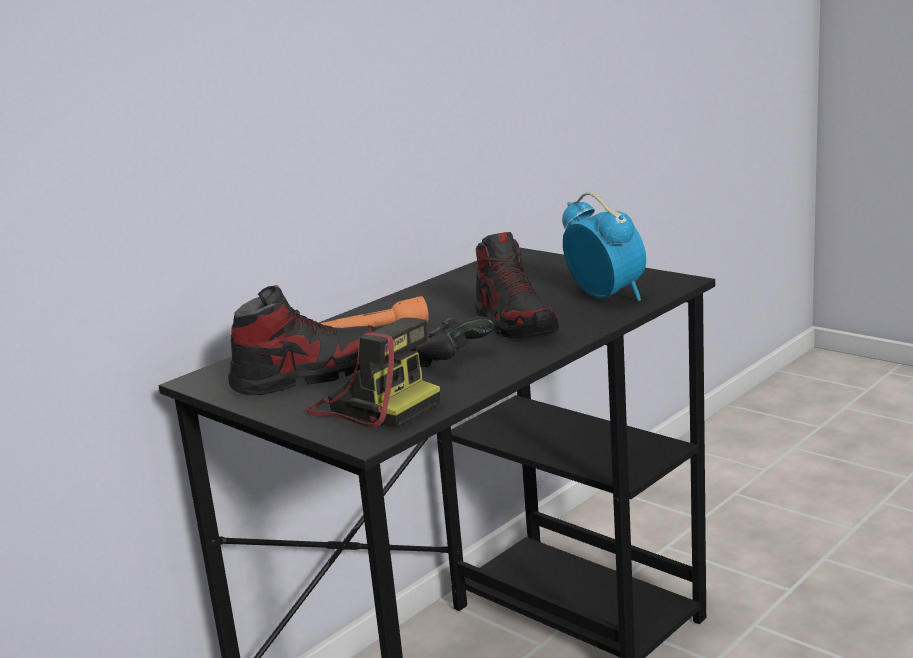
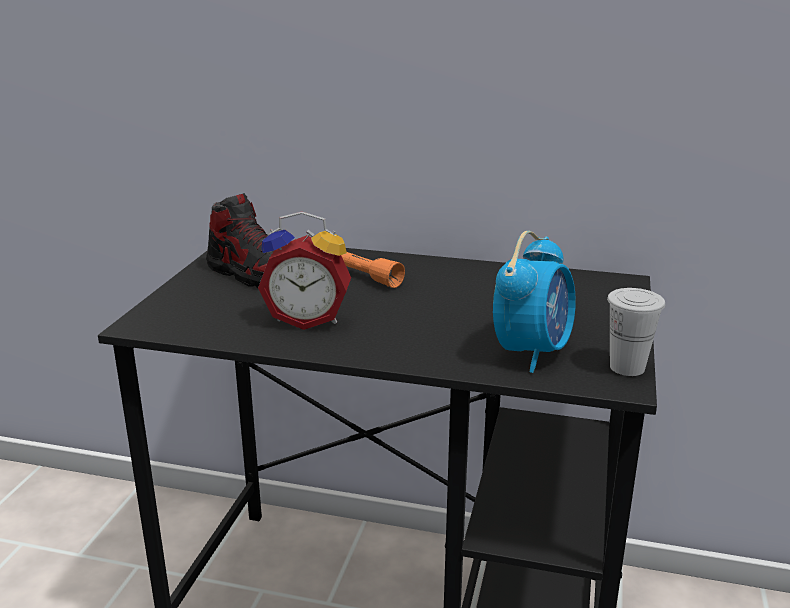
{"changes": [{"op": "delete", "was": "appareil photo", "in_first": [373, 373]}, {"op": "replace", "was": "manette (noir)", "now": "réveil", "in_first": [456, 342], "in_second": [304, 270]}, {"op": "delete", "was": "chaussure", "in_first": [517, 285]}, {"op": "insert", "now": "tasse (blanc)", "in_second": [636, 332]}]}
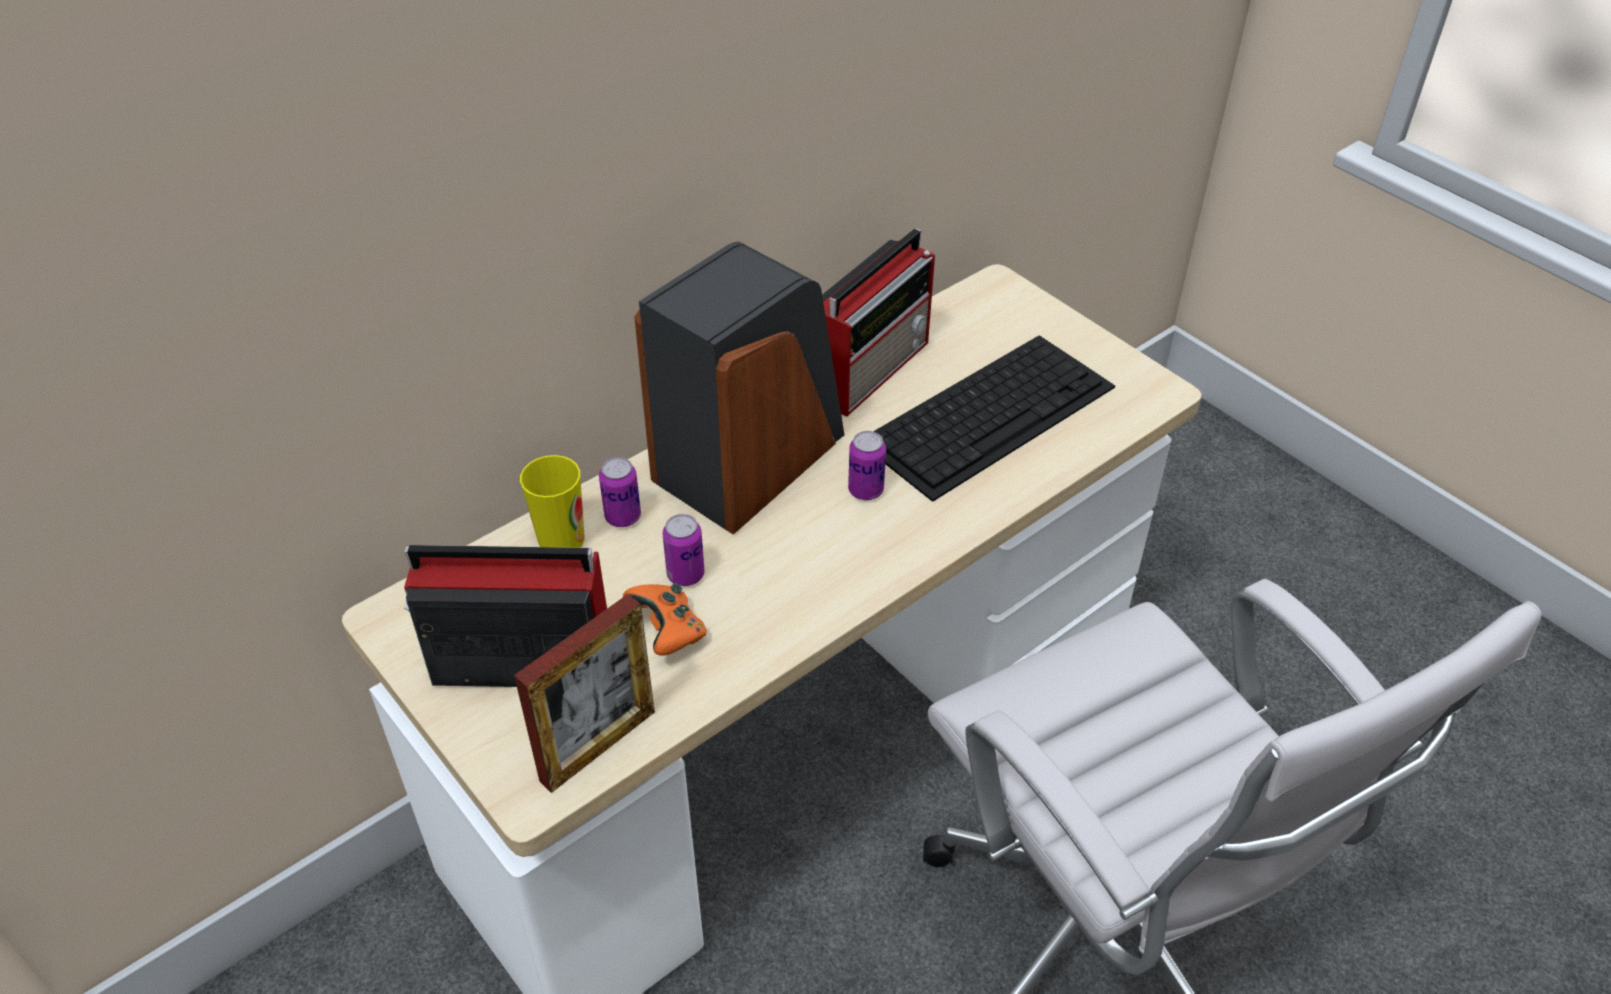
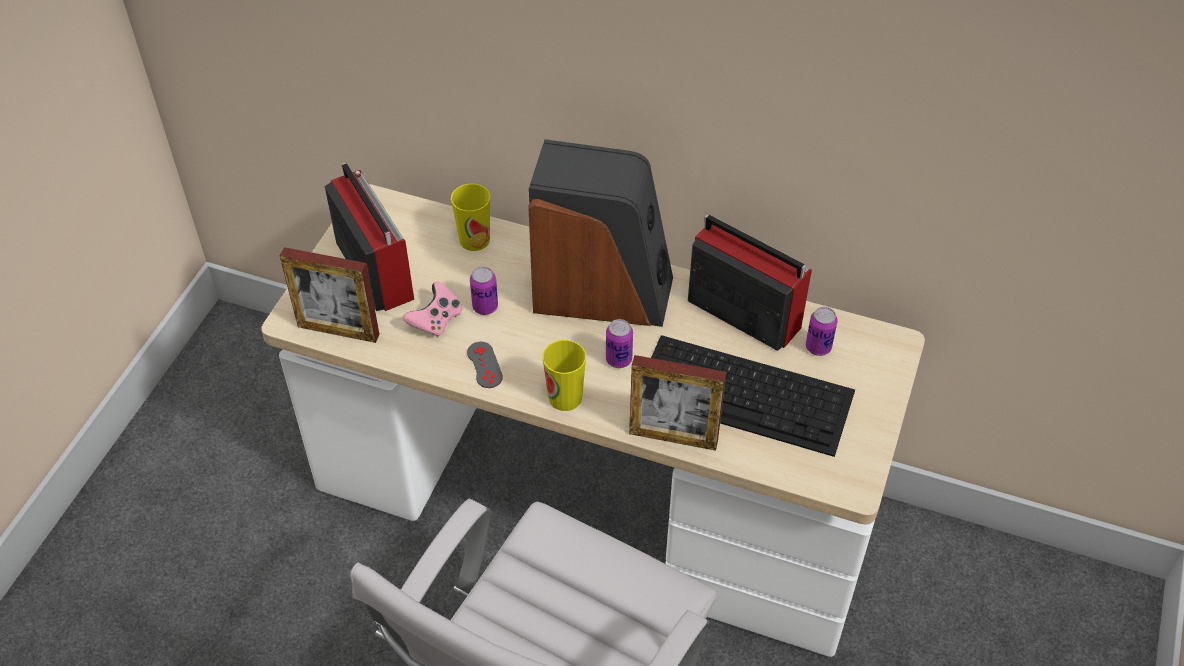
{"changes": [{"op": "move", "was": "boîte métallique", "in_first": [620, 492], "in_second": [821, 331]}, {"op": "recolor", "was": "manette (orange)", "now": "manette (rose)", "in_first": [664, 619], "in_second": [432, 309]}, {"op": "rotate", "was": "radio", "in_first": [878, 322], "in_second": [750, 282], "clockwise": -150}, {"op": "insert", "now": "manette (gris)", "in_second": [485, 365]}, {"op": "insert", "now": "tasse", "in_second": [564, 375]}, {"op": "insert", "now": "cadre photo", "in_second": [677, 403]}]}
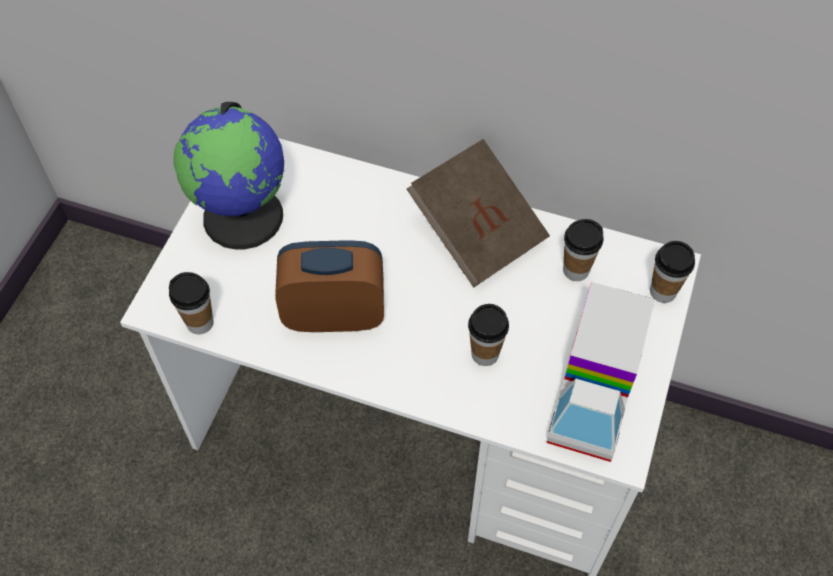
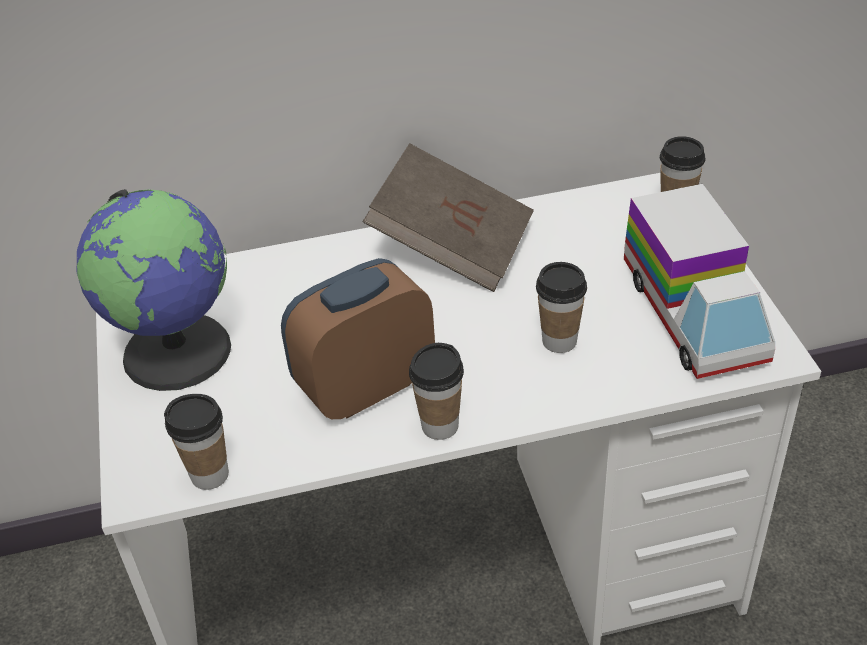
{"changes": [{"op": "move", "was": "tasse", "in_first": [583, 250], "in_second": [436, 391]}]}
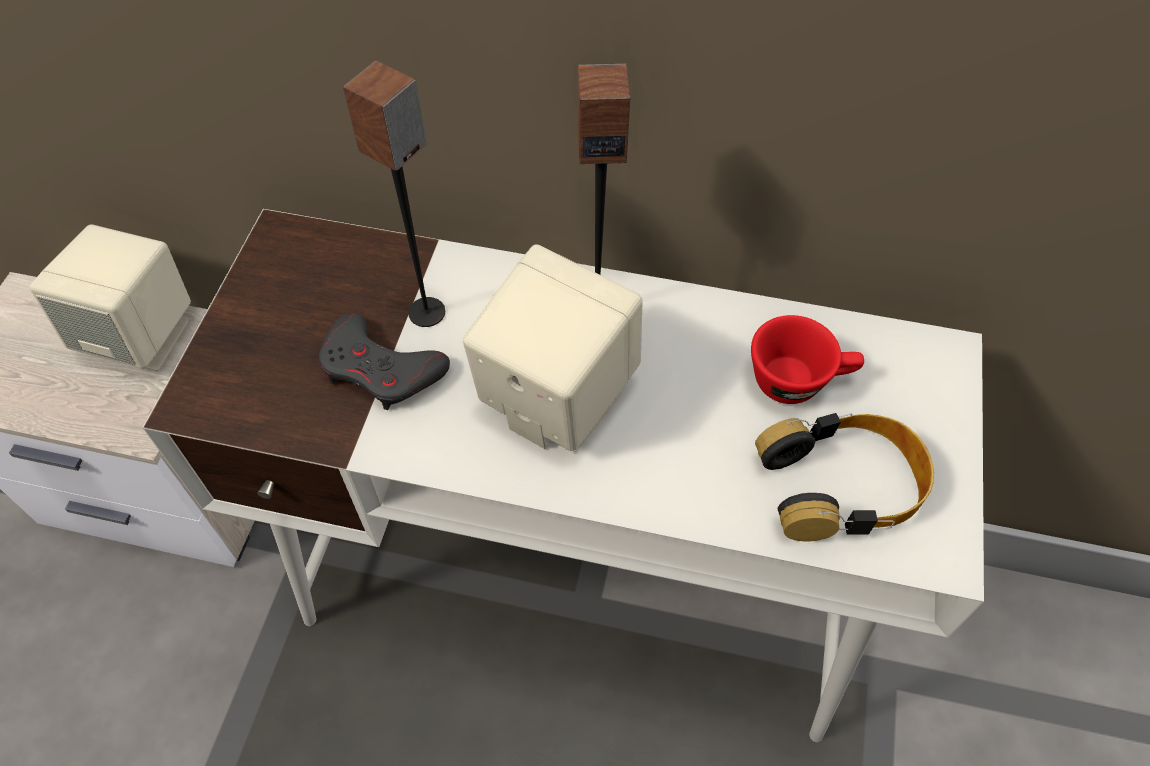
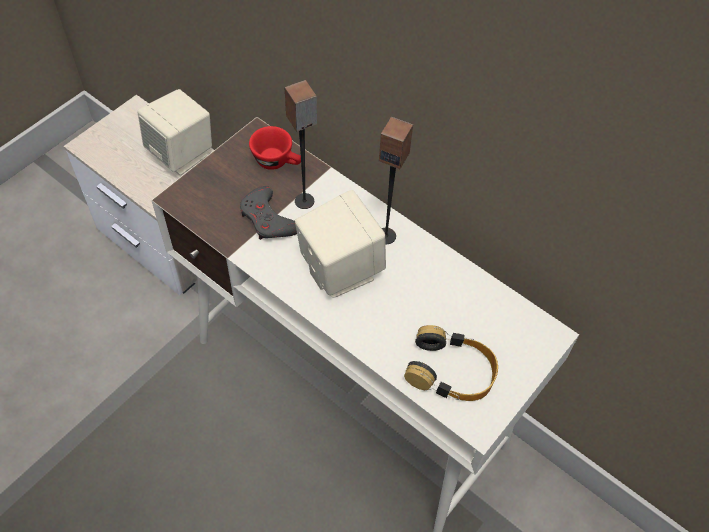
{"changes": [{"op": "move", "was": "tasse (rouge)", "in_first": [807, 359], "in_second": [275, 148]}]}
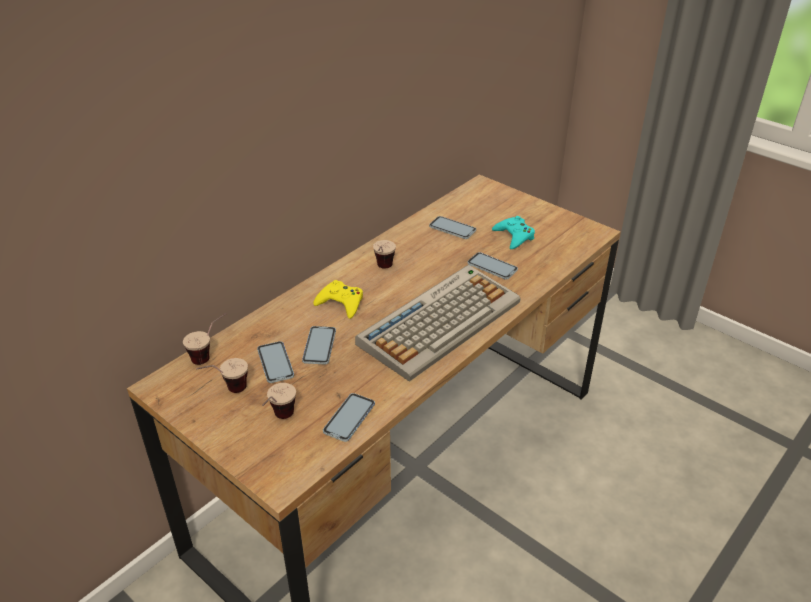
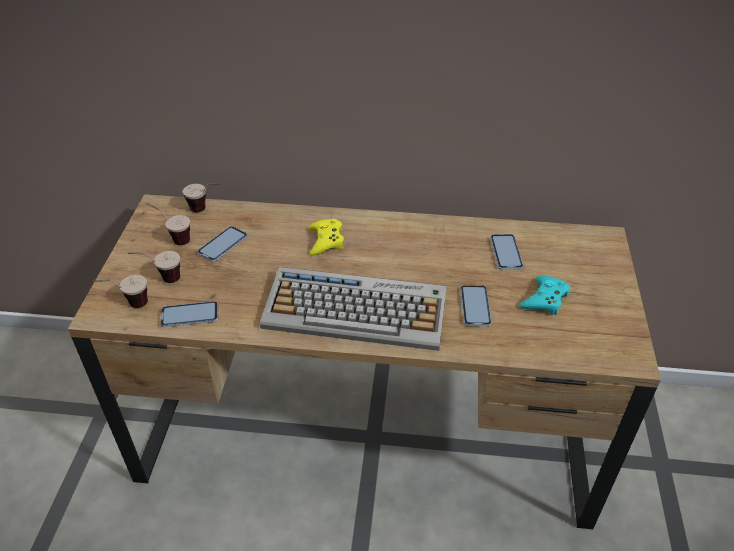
{"changes": [{"op": "delete", "was": "téléphone", "in_first": [319, 345]}, {"op": "move", "was": "tasse", "in_first": [384, 254], "in_second": [120, 291]}]}
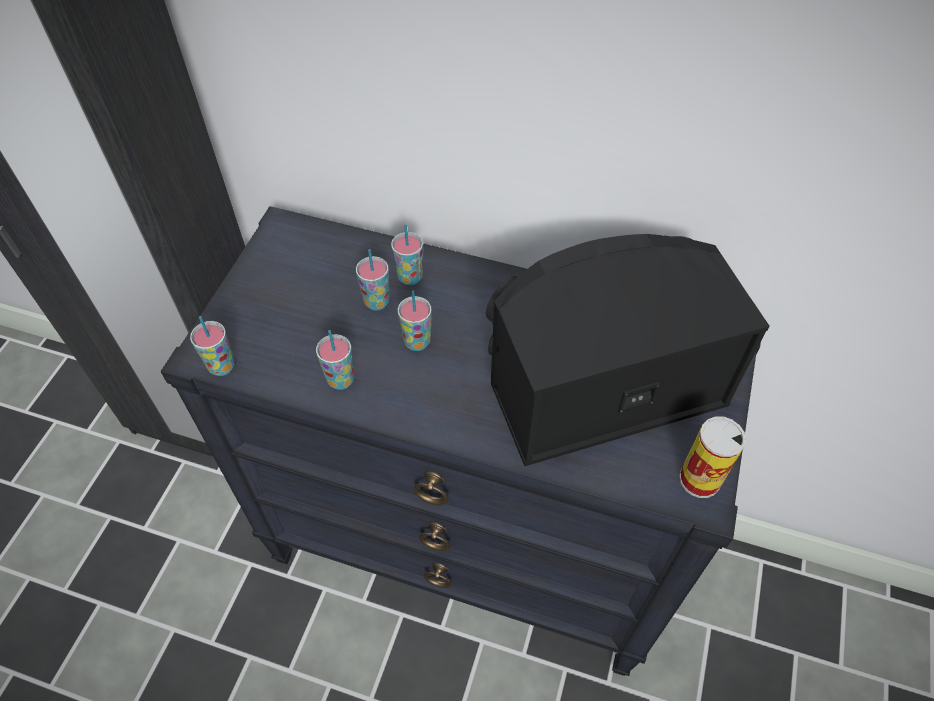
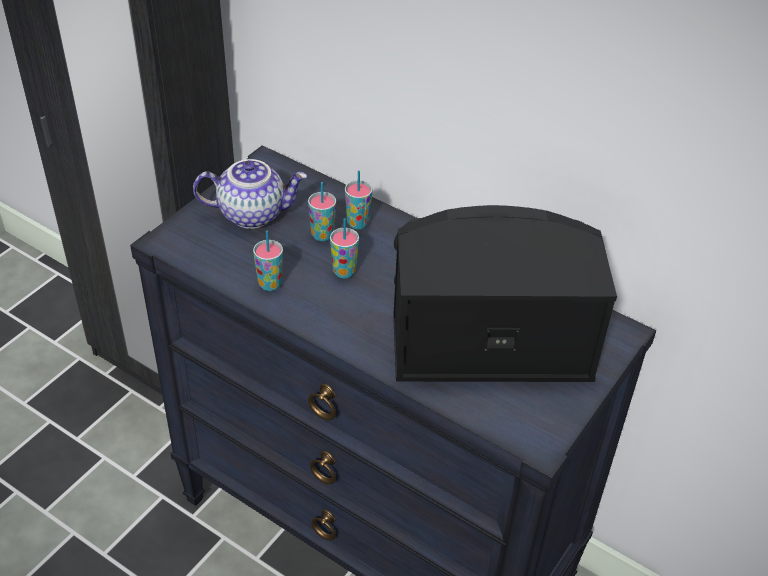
{"changes": [{"op": "delete", "was": "tasse", "in_first": [212, 346]}, {"op": "delete", "was": "boîte métallique", "in_first": [712, 457]}, {"op": "insert", "now": "théière", "in_second": [250, 194]}]}
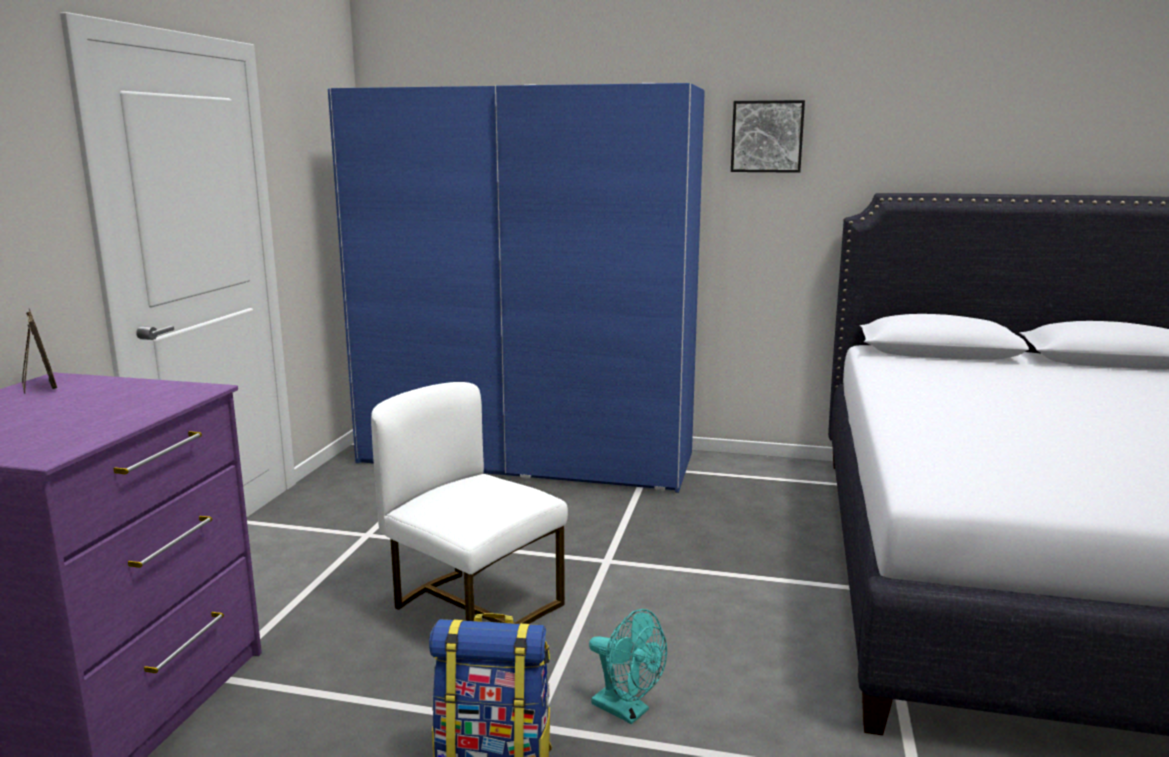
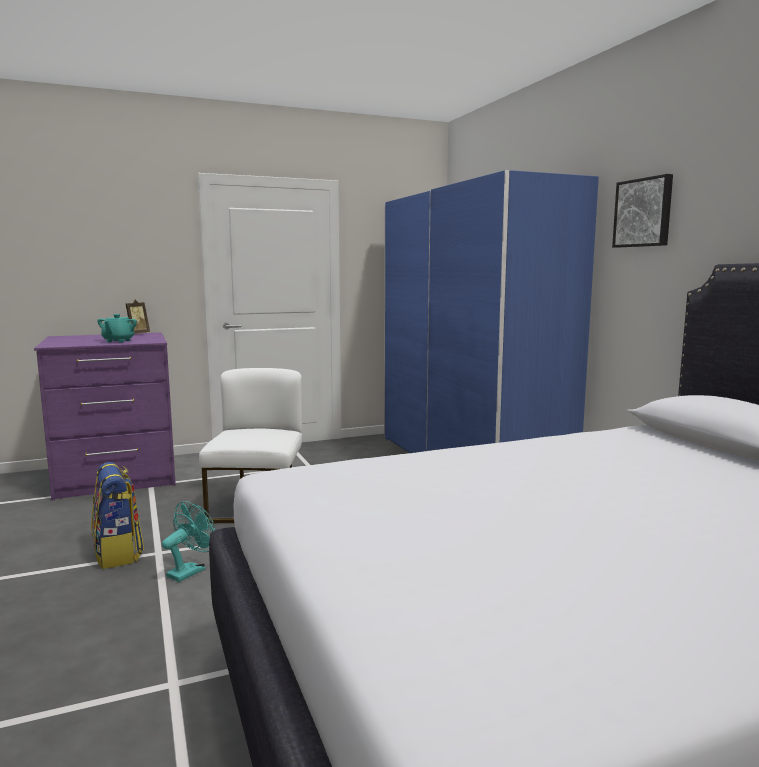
{"changes": [{"op": "rotate", "was": "ventilateur (turquoise)", "in_first": [628, 666], "in_second": [188, 541], "clockwise": -150}, {"op": "insert", "now": "théière (turquoise)", "in_second": [117, 328]}]}
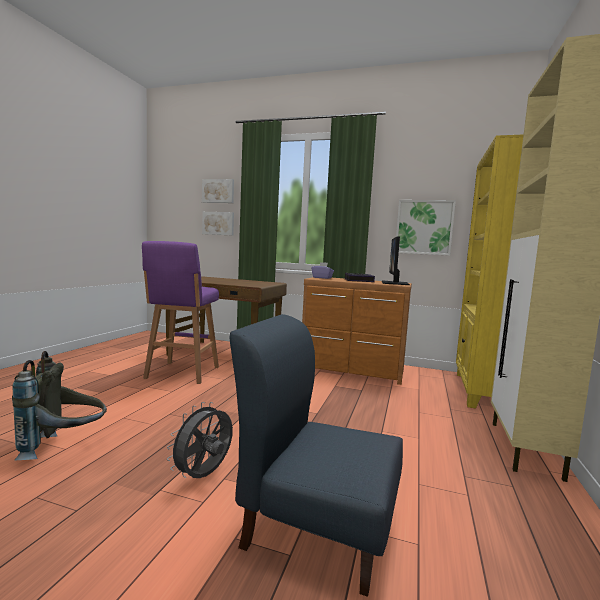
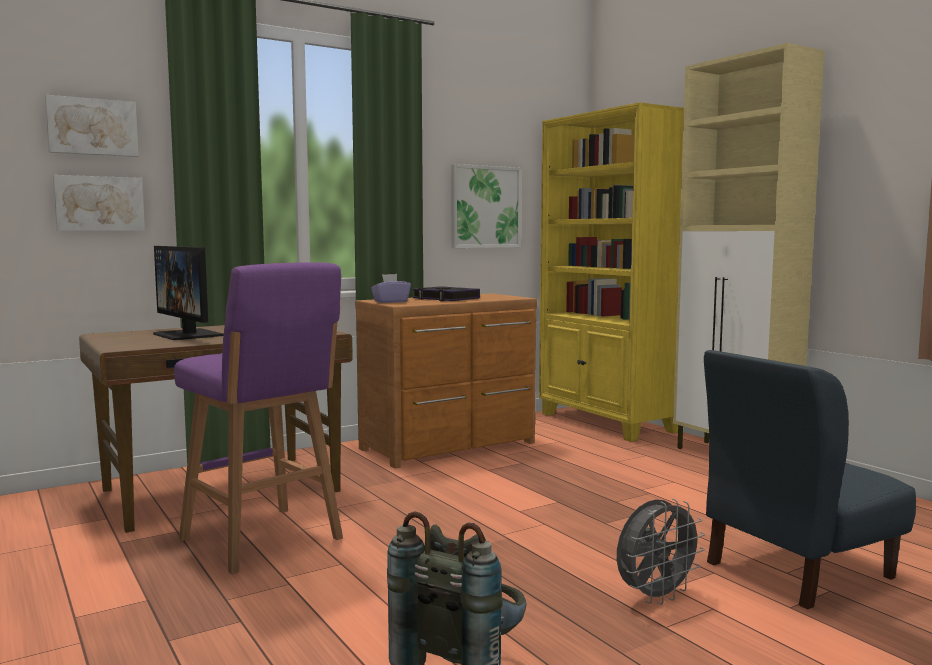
{"changes": [{"op": "rotate", "was": "ventilateur (gris)", "in_first": [200, 440], "in_second": [661, 551], "clockwise": -105}, {"op": "move", "was": "écran d'ordinateur", "in_first": [396, 261], "in_second": [188, 293]}]}
